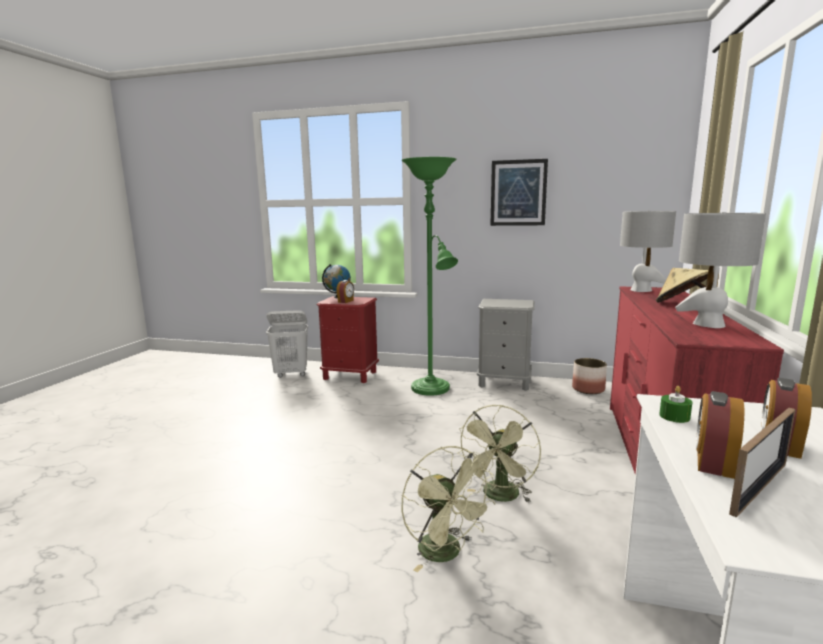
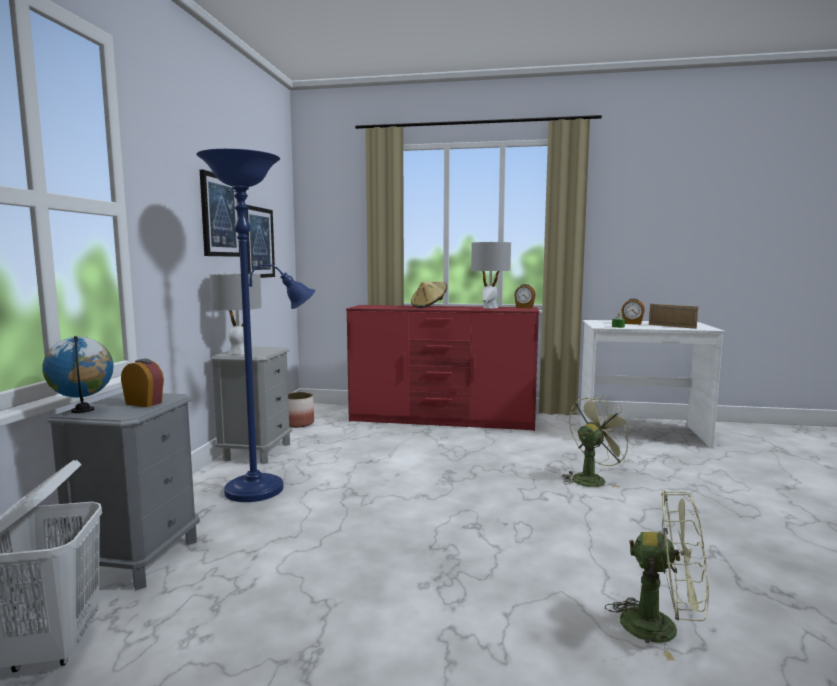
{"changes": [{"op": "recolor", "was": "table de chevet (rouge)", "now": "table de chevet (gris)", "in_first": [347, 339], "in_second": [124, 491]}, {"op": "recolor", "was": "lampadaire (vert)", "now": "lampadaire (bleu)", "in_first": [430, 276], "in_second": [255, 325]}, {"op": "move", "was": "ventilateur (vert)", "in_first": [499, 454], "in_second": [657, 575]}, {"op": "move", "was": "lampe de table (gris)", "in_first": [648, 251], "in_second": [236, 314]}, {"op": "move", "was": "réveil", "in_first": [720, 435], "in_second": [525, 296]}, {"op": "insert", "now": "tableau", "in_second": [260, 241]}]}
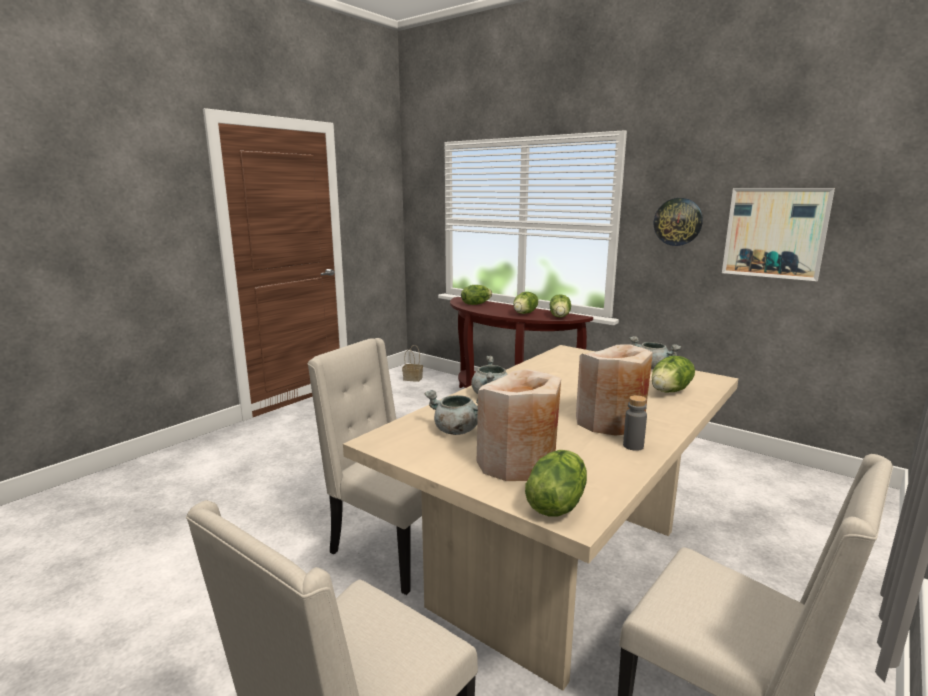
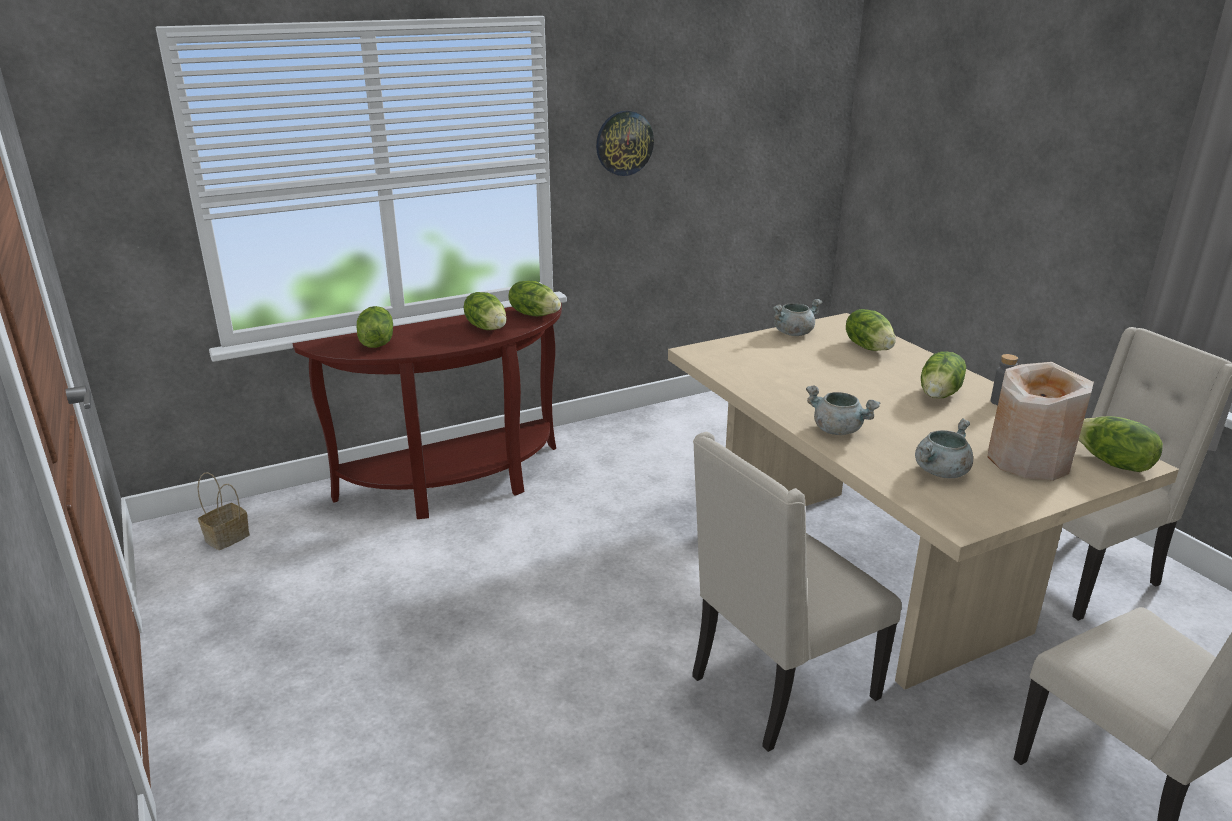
{"changes": [{"op": "replace", "was": "vase (beige)", "now": "laitue", "in_first": [614, 390], "in_second": [943, 375]}, {"op": "delete", "was": "tableau", "in_first": [778, 234]}]}
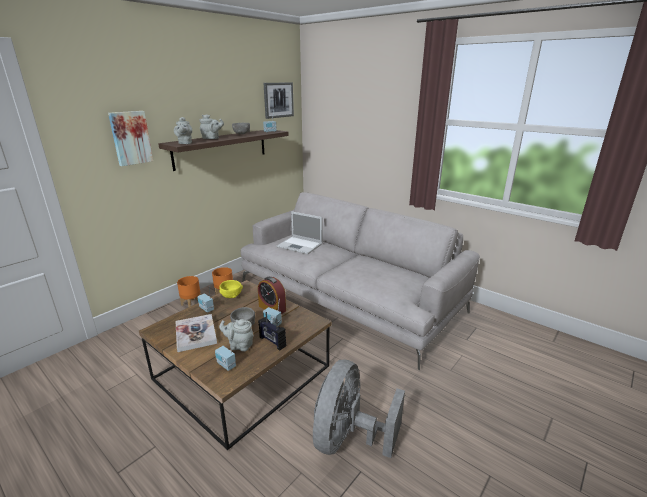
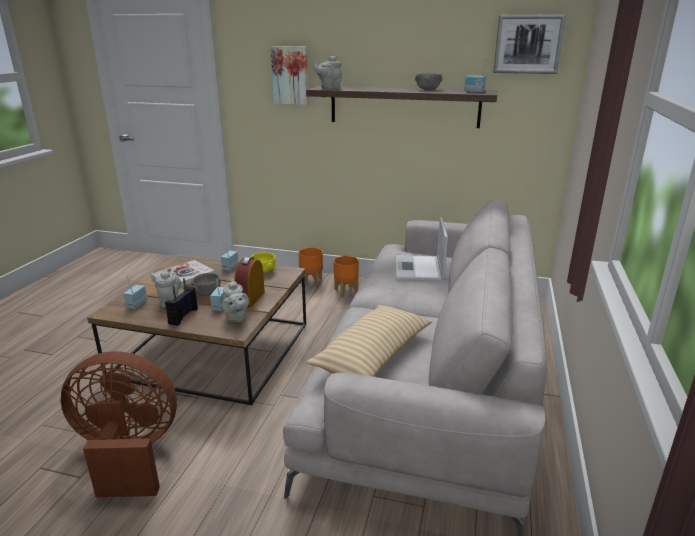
{"changes": [{"op": "move", "was": "théière (gris)", "in_first": [211, 126], "in_second": [235, 301]}, {"op": "recolor", "was": "ventilateur (gris)", "now": "ventilateur (marron)", "in_first": [359, 409], "in_second": [119, 424]}, {"op": "insert", "now": "coussin (beige)", "in_second": [369, 341]}]}
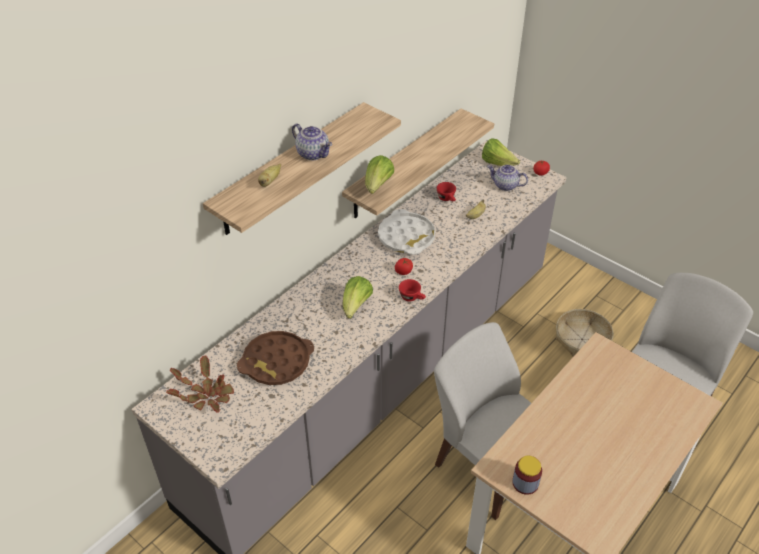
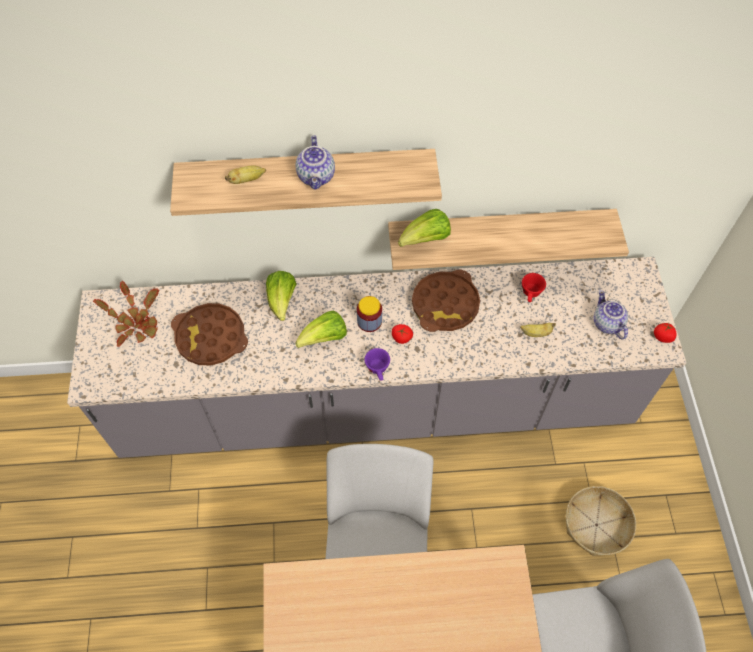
{"changes": [{"op": "recolor", "was": "plateau (blanc)", "now": "plateau (marron)", "in_first": [406, 232], "in_second": [446, 300]}, {"op": "recolor", "was": "tasse (rouge)", "now": "tasse (violet)", "in_first": [412, 290], "in_second": [377, 364]}, {"op": "move", "was": "laitue", "in_first": [501, 152], "in_second": [281, 296]}, {"op": "move", "was": "bocal", "in_first": [527, 475], "in_second": [369, 314]}]}
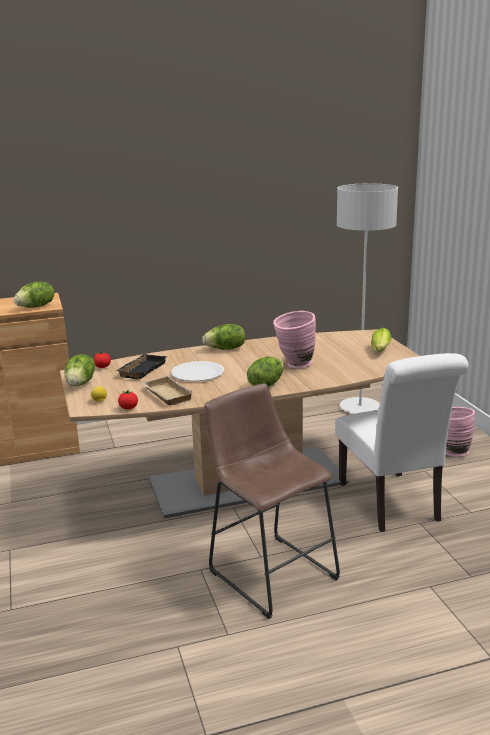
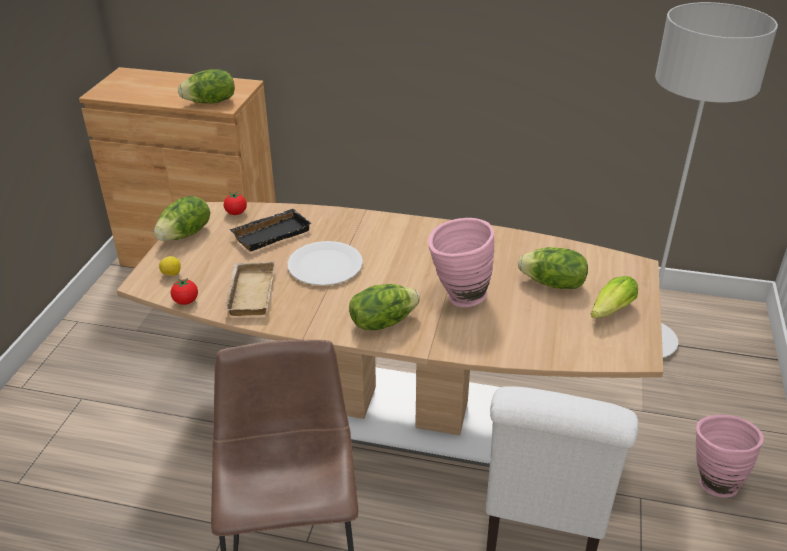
{"changes": [{"op": "move", "was": "laitue", "in_first": [223, 337], "in_second": [553, 268]}]}
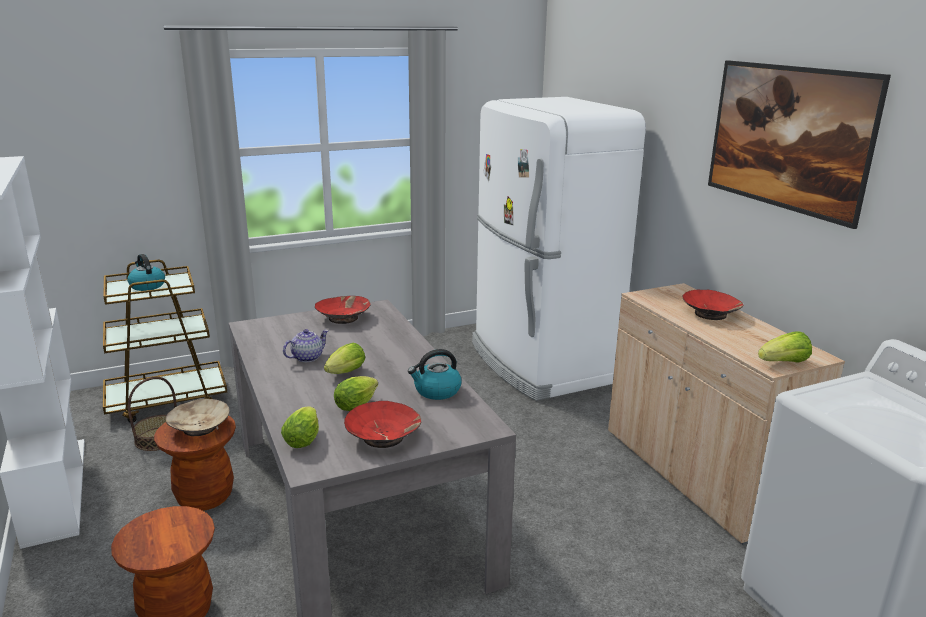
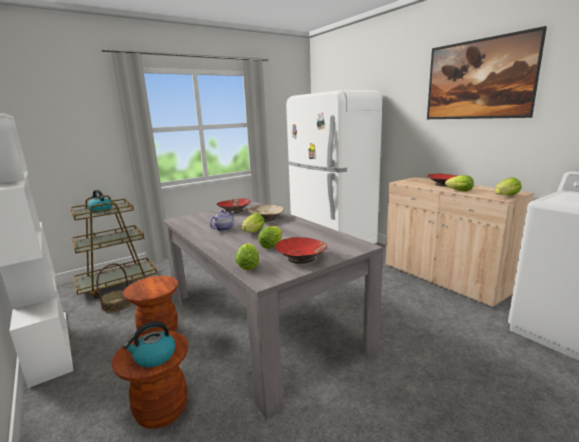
{"changes": [{"op": "move", "was": "bol (beige)", "in_first": [198, 417], "in_second": [265, 212]}, {"op": "move", "was": "bouilloire", "in_first": [435, 374], "in_second": [149, 344]}, {"op": "insert", "now": "laitue", "in_second": [459, 183]}]}
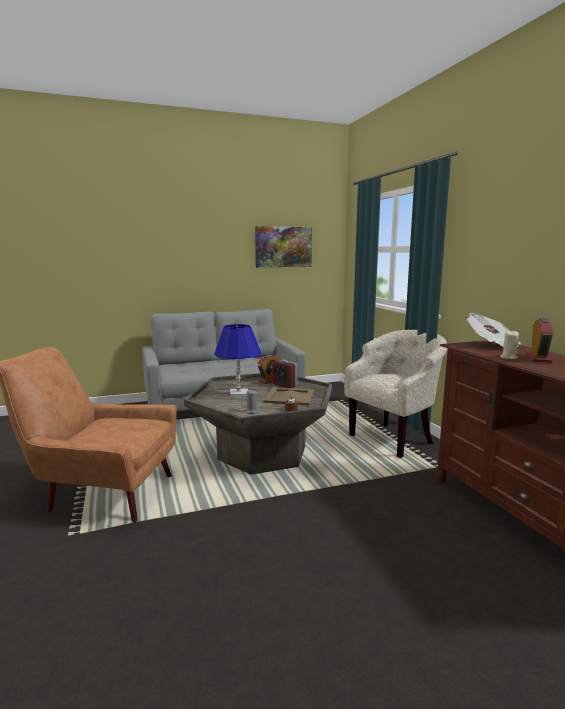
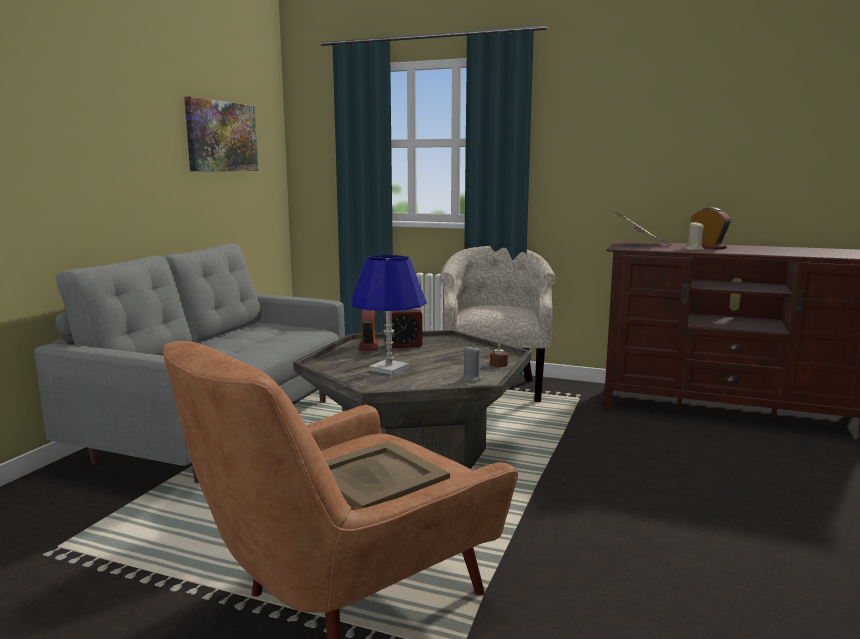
{"changes": [{"op": "move", "was": "plateau (beige)", "in_first": [288, 396], "in_second": [388, 475]}]}
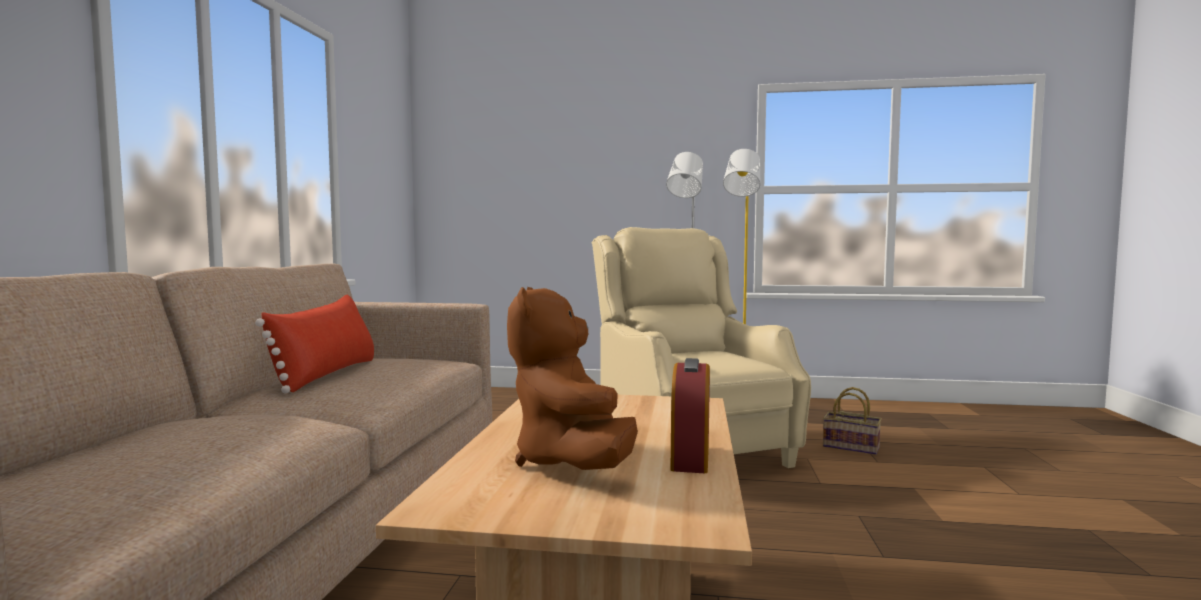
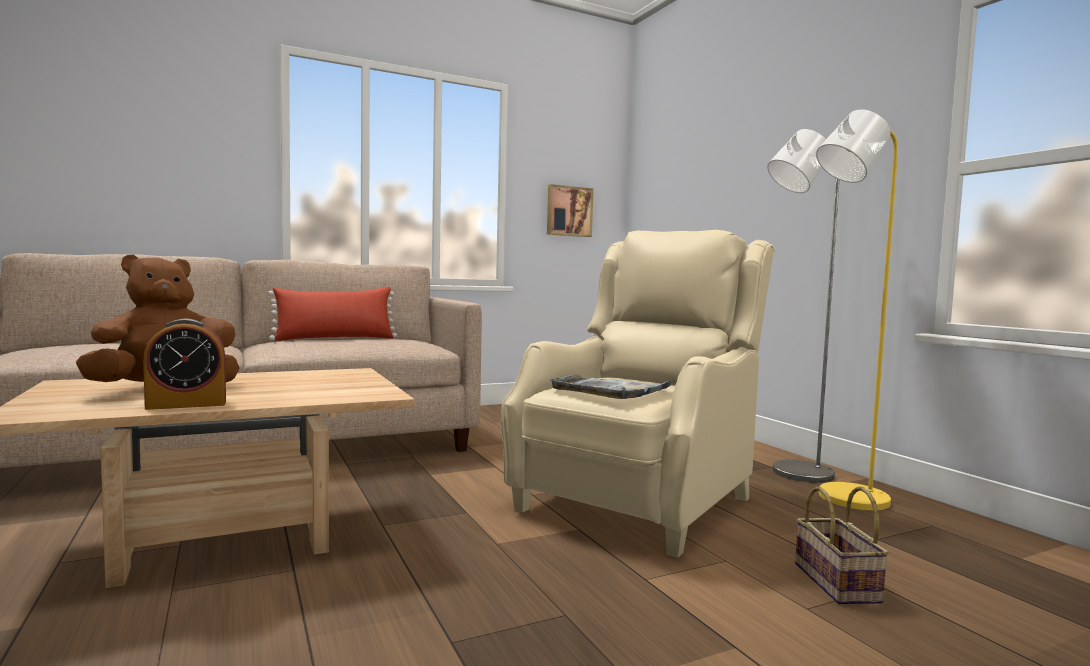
{"changes": [{"op": "insert", "now": "tableau", "in_second": [570, 210]}, {"op": "insert", "now": "plateau (gris)", "in_second": [610, 386]}]}
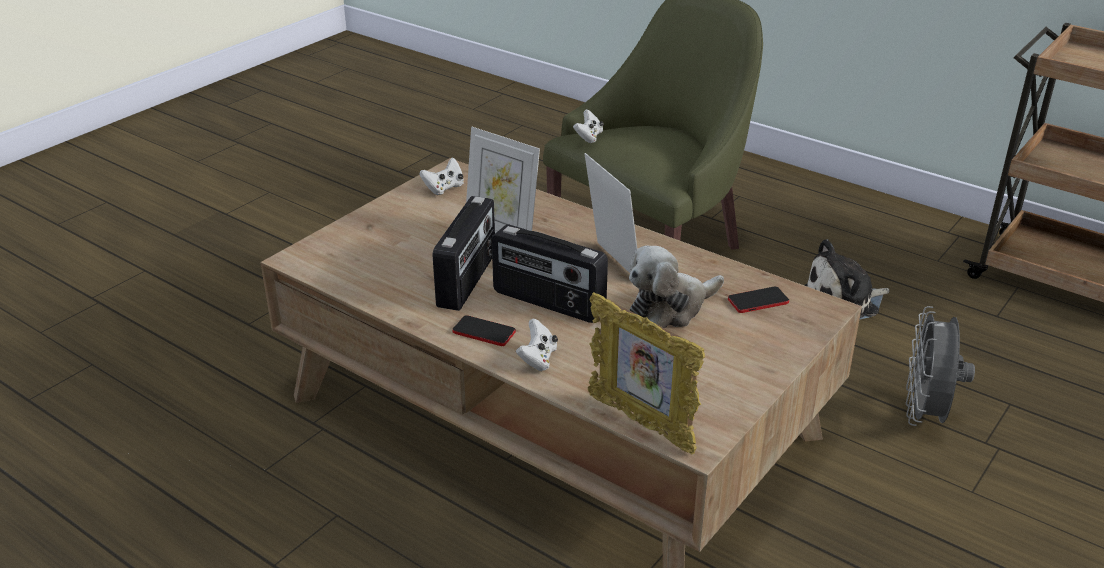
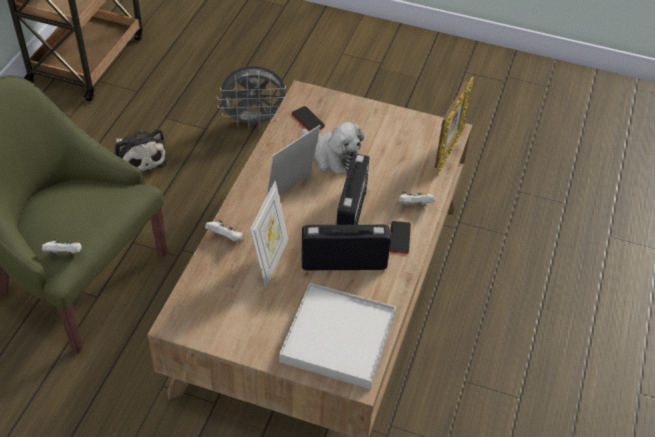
{"changes": [{"op": "move", "was": "manette (blanc)", "in_first": [441, 176], "in_second": [224, 231]}, {"op": "insert", "now": "plateau (blanc)", "in_second": [337, 336]}]}
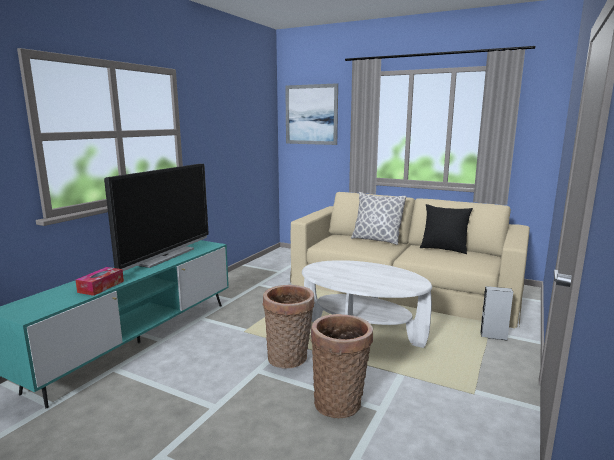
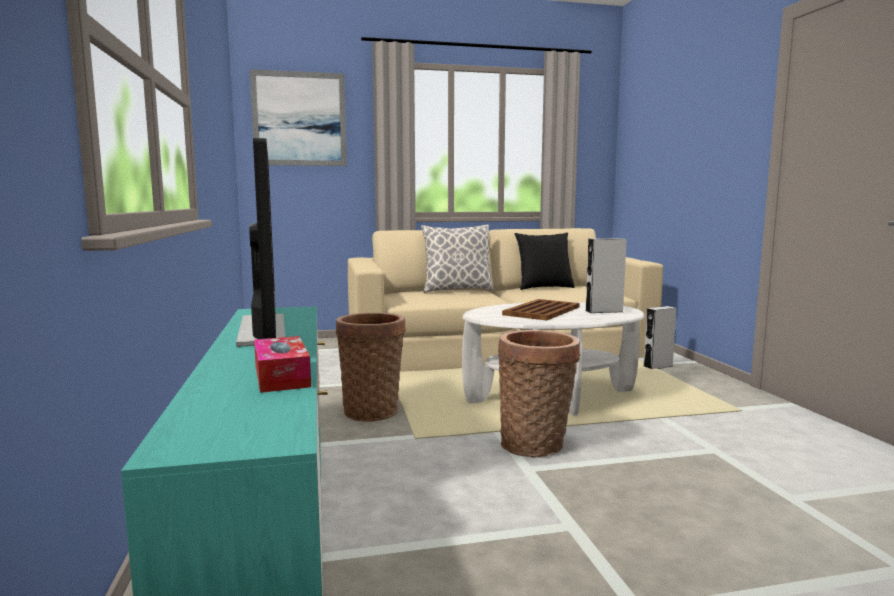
{"changes": [{"op": "move", "was": "panier", "in_first": [342, 366], "in_second": [371, 367]}, {"op": "insert", "now": "plateau (marron)", "in_second": [540, 310]}, {"op": "insert", "now": "enceinte (gris)", "in_second": [606, 275]}]}
